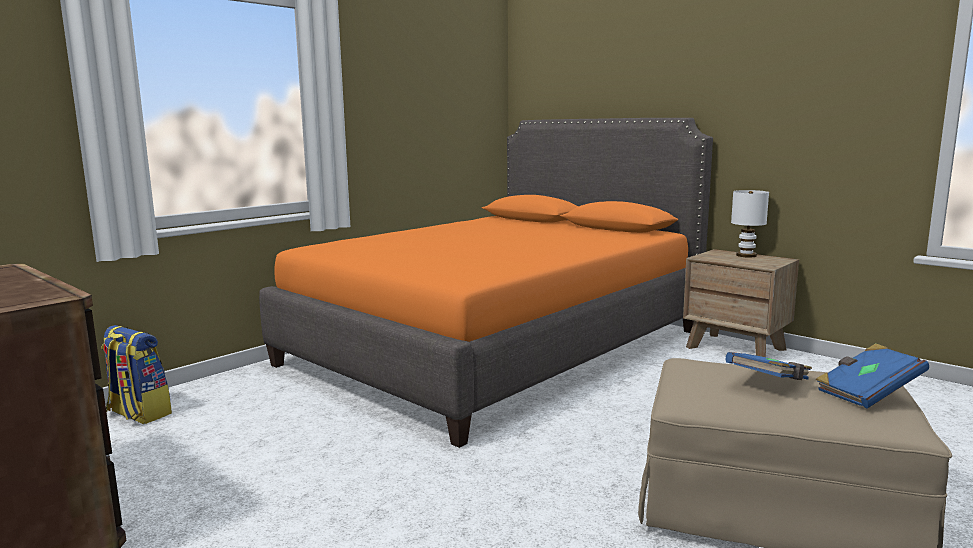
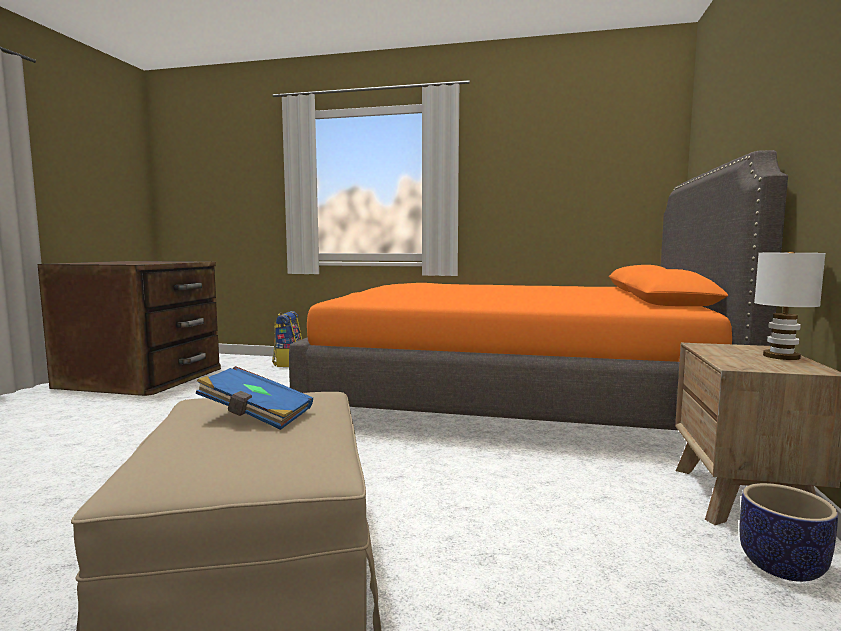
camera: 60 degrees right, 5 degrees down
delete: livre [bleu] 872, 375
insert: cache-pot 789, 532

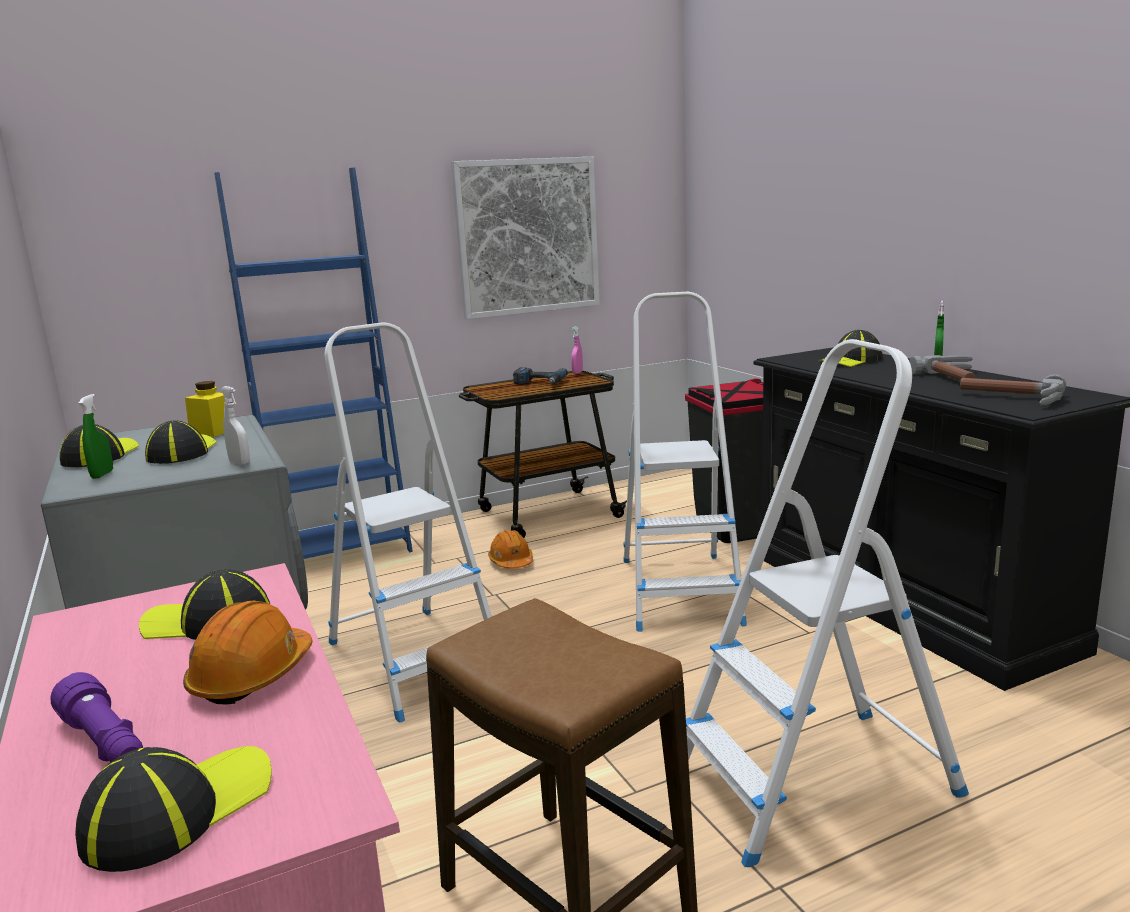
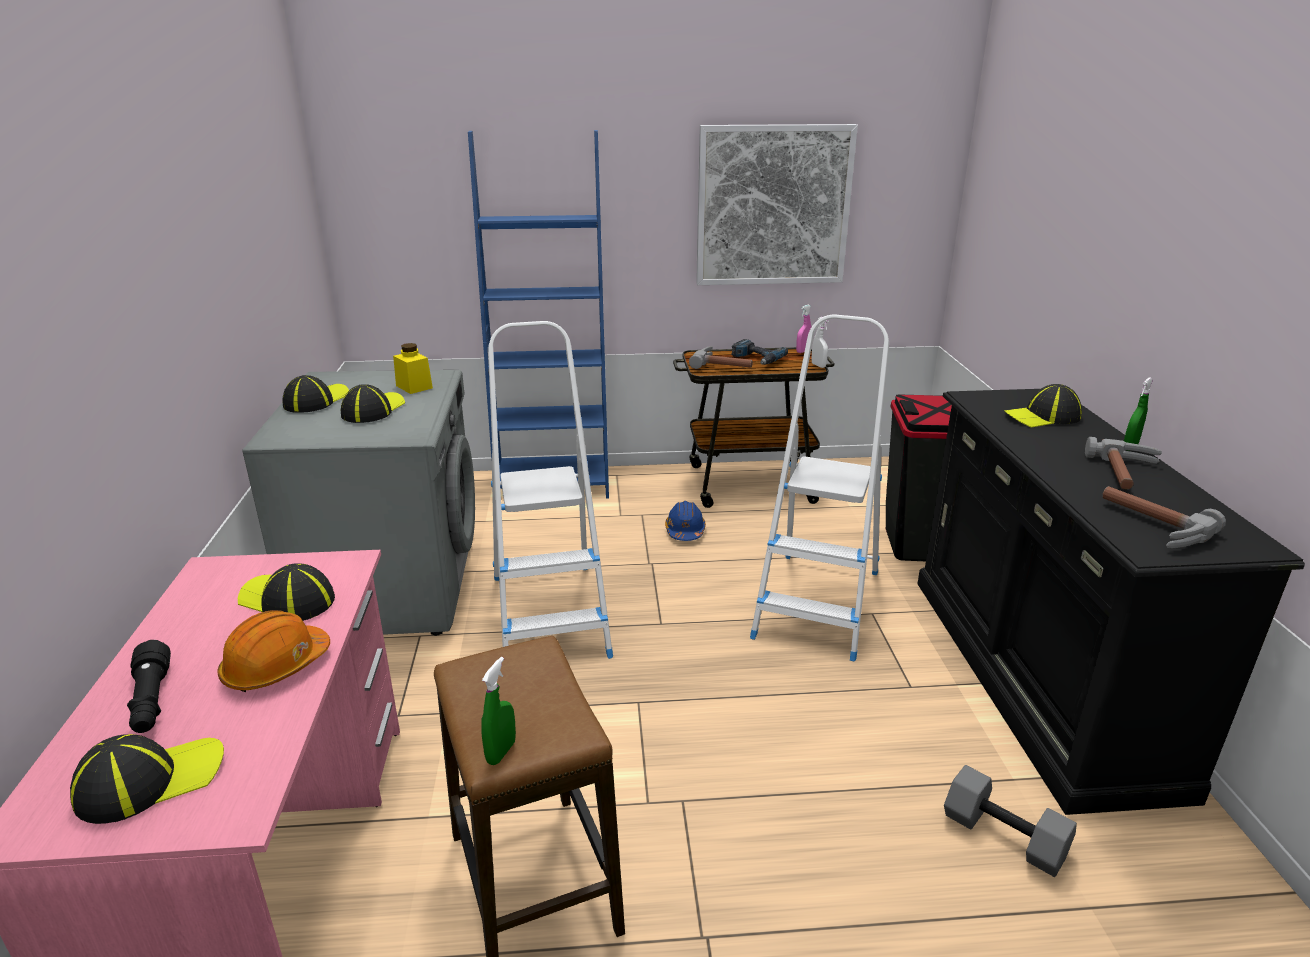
camera: 20 degrees right, 10 degrees up
delete: escabeau [blanc] 827, 603
insert: marteau 721, 357; haltère [gris] 1010, 821
move: vaporisateur [vert] 96, 436 to 498, 711; vaporisateur [blanc] 235, 425 to 820, 342
recolor: lampe de poche [violet] 97, 717 to lampe de poche [noir] 149, 686; casque de chantier [orange] 510, 549 to casque de chantier [bleu] 685, 521

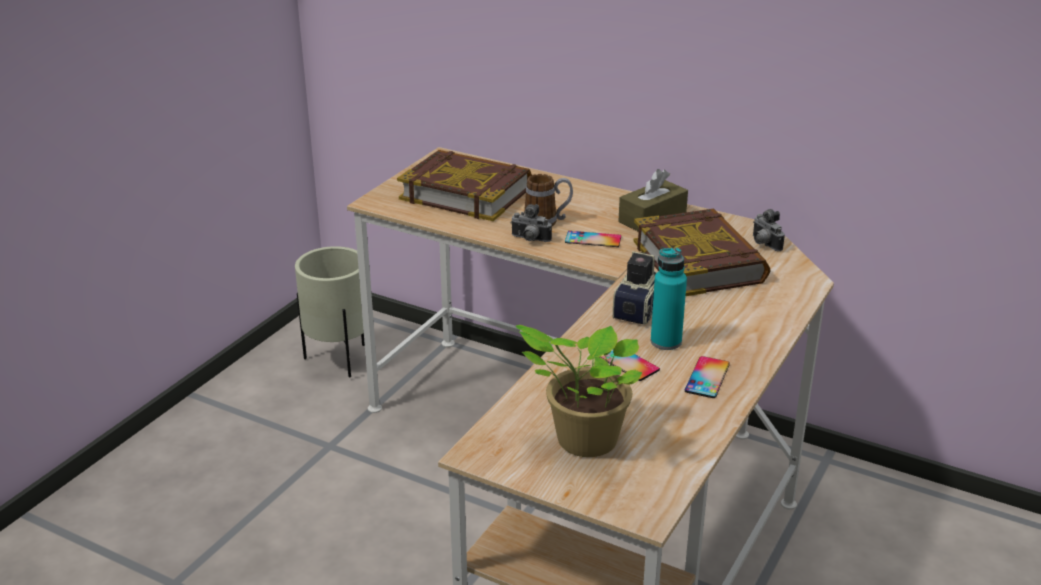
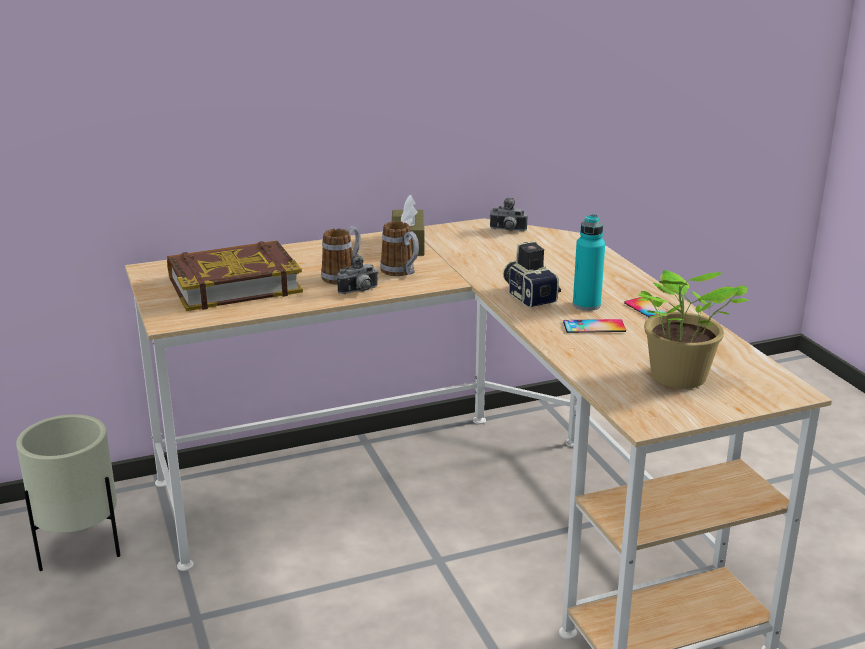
camera: 50 degrees left, 5 degrees down
delete: livre 701, 252
replace: téléphone 593, 239 to mug 399, 248

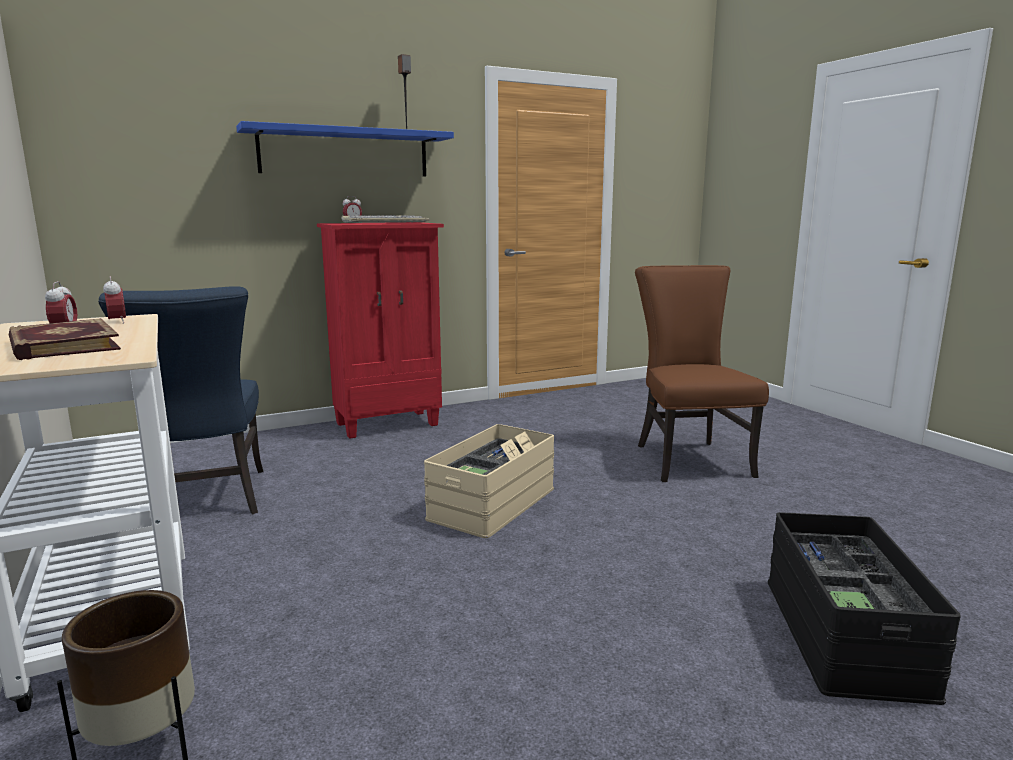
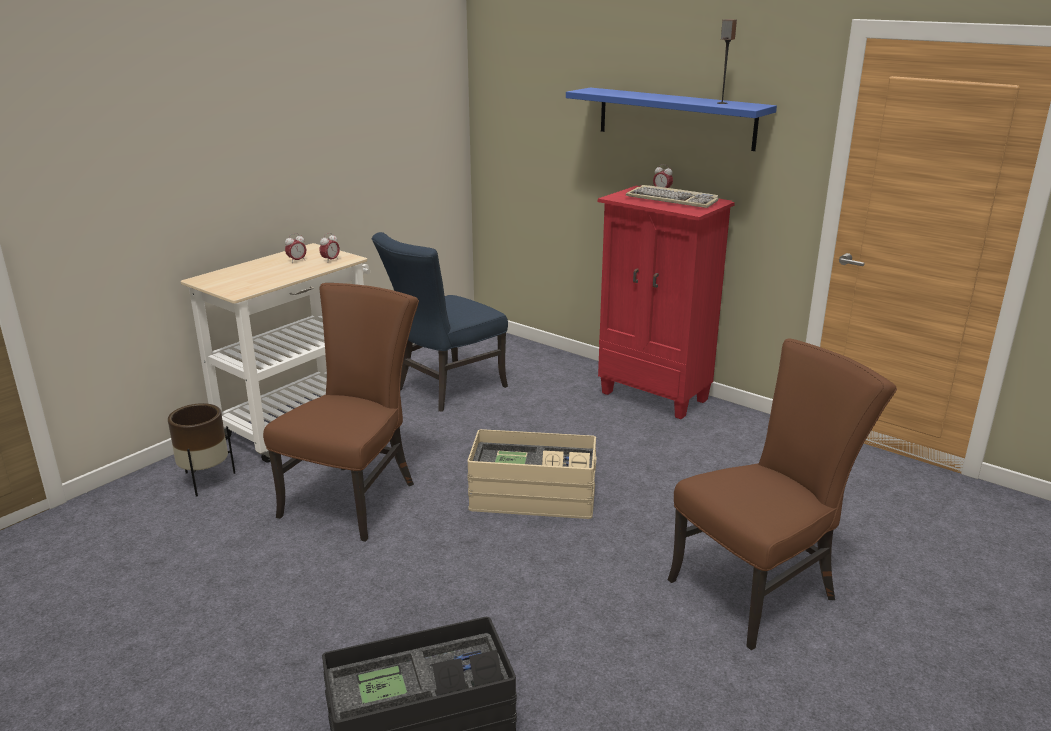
camera: 65 degrees right, 10 degrees up
delete: livre 65, 339
insert: chaise [marron] 341, 412

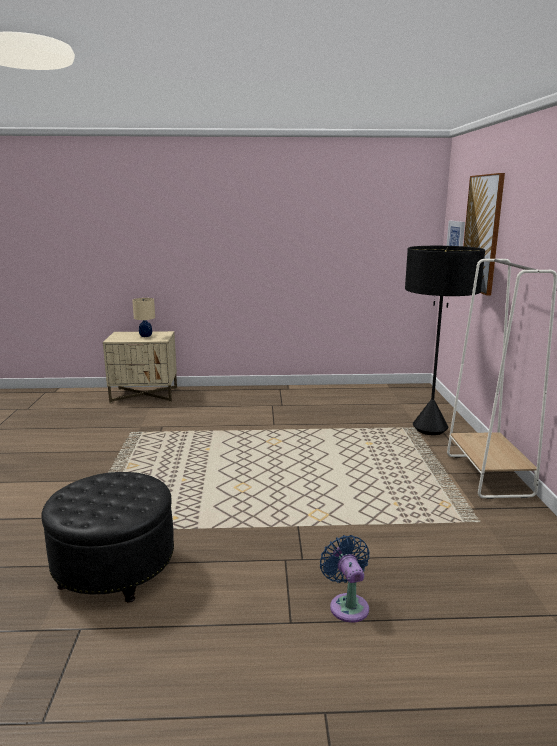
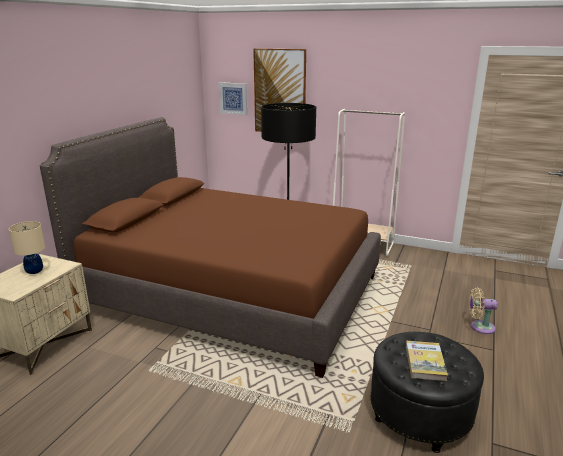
camera: 65 degrees left, 5 degrees up
insert: lit [marron] 210, 247; livre 427, 361
recolor: ventilateur [bleu] 345, 579 to ventilateur [beige] 483, 311

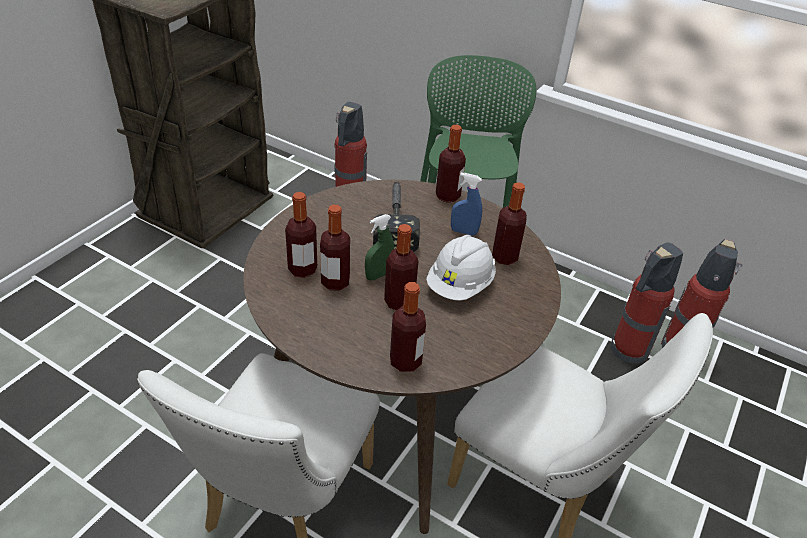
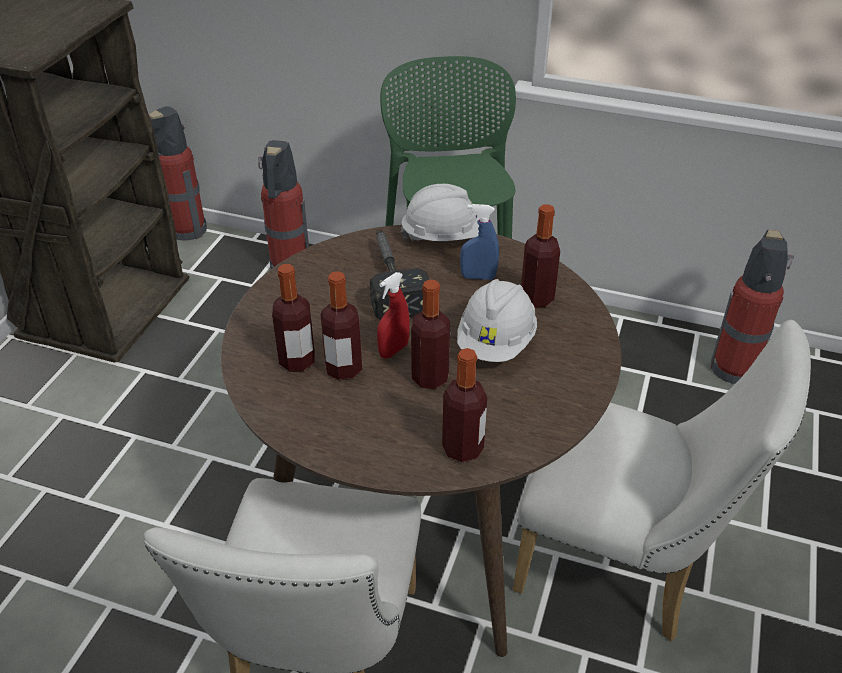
camera: 10 degrees left, 0 degrees up
move: extincteur 647, 303 to 178, 173
replace: bouteille 451, 163 to casque de chantier [blanc] 440, 212
recolor: vaporisateur [vert] 379, 247 to vaporisateur [rouge] 393, 315

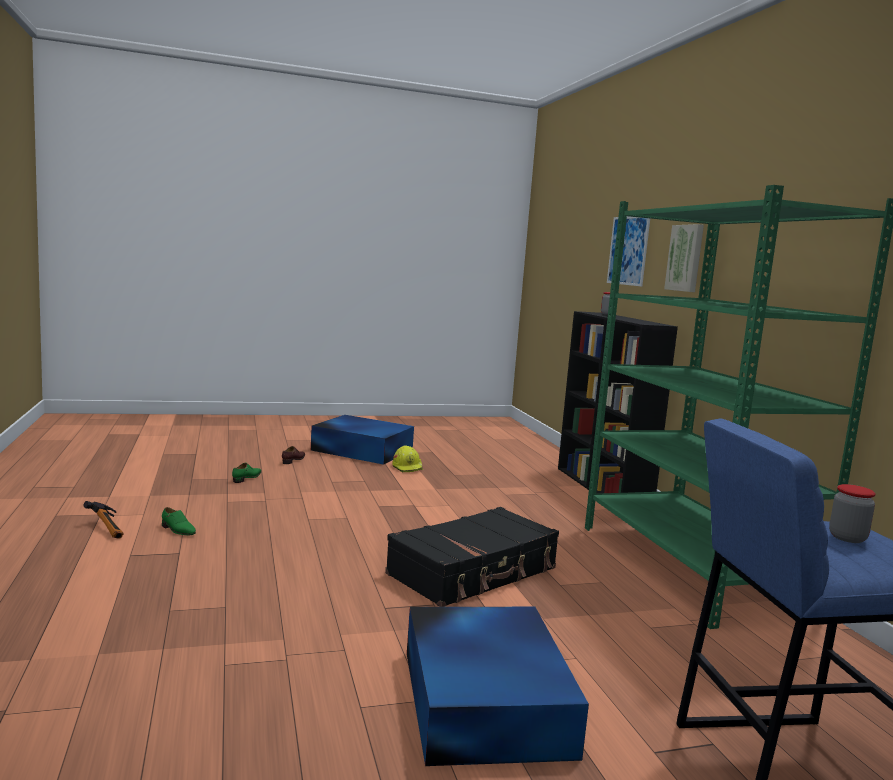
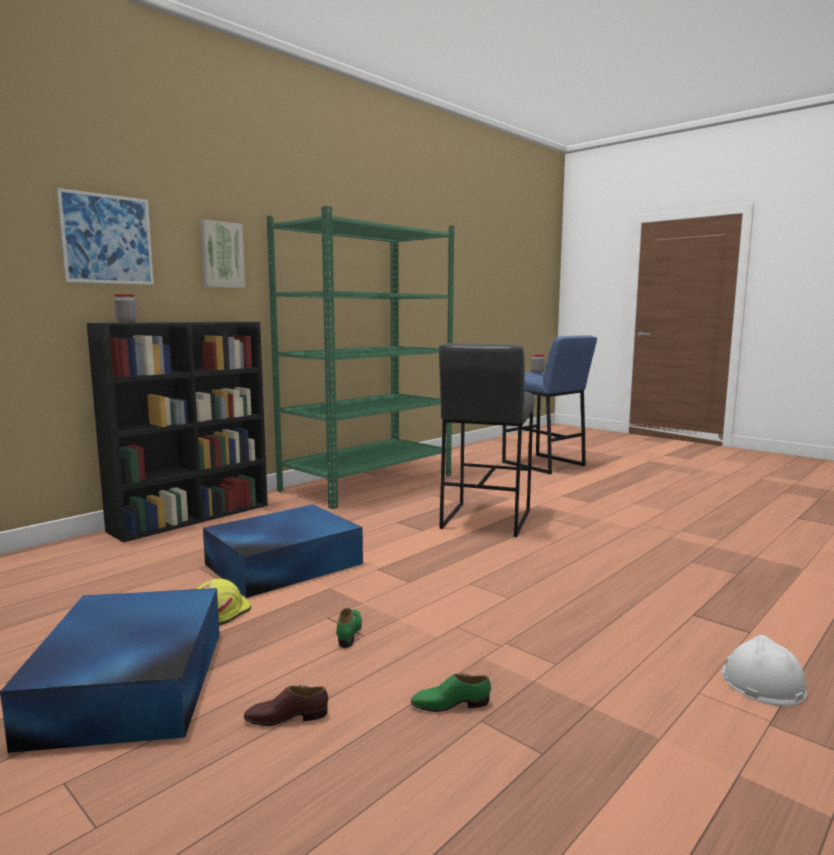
camera: 120 degrees left, 0 degrees up
move: chaussure [vert] 179, 521 to 349, 628; boîte de rangement [bleu] 498, 686 to 283, 551
replace: marteau 104, 520 to casque de chantier [blanc] 764, 670; valise [noir] 472, 557 to tabouret [gris] 487, 440

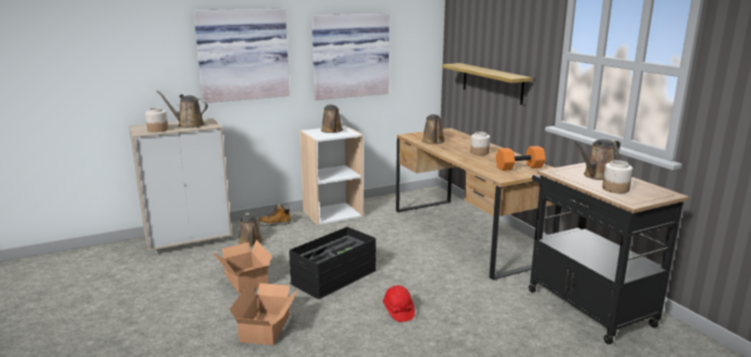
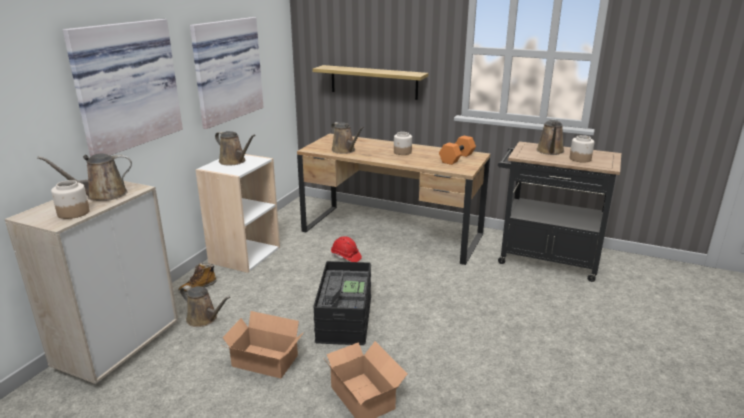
camera: 40 degrees left, 5 degrees up
move: casque de chantier [rouge] 399, 303 to 346, 249

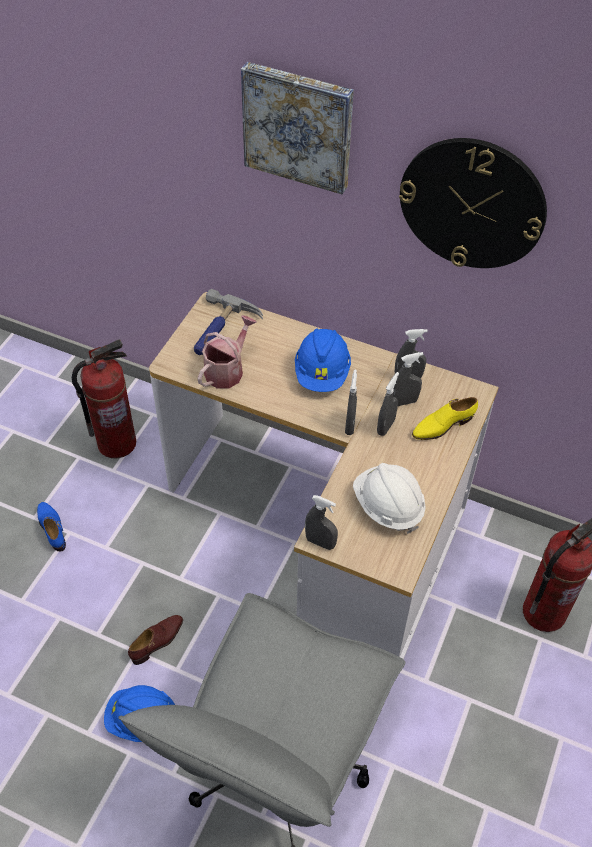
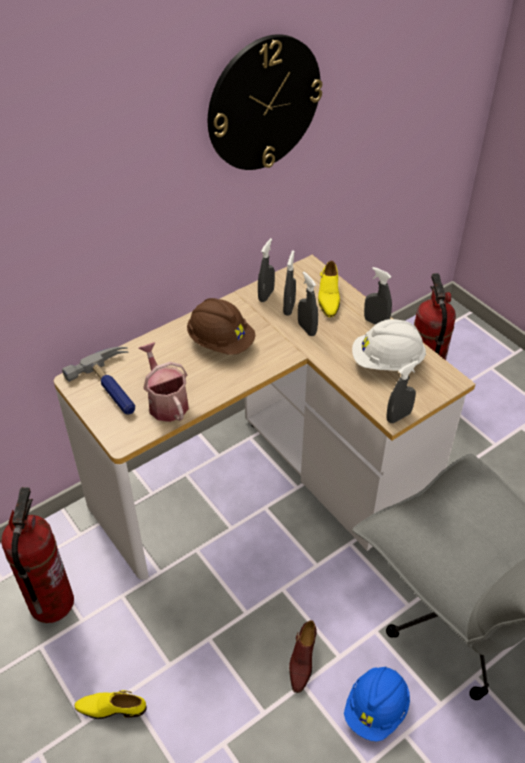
camera: 60 degrees left, 5 degrees down
delete: tableau 297, 128
move: vaporisateur [gris] 351, 402 to 378, 296
recolor: chaussure [bleu] 51, 526 to chaussure [jaune] 110, 704; casque de chantier [bleu] 323, 360 to casque de chantier [marron] 221, 326
rotate: chaussure [marron] 155, 640 = 303, 656 150 degrees counterclockwise

